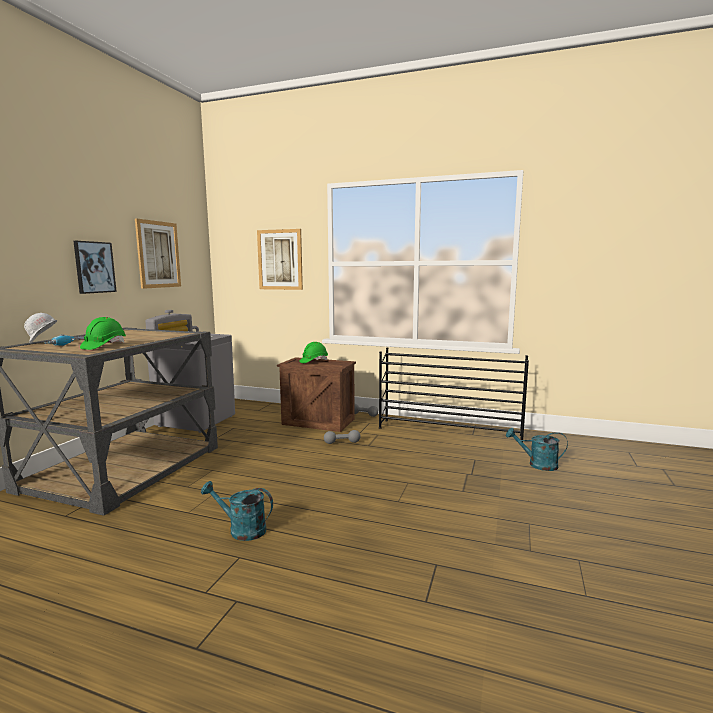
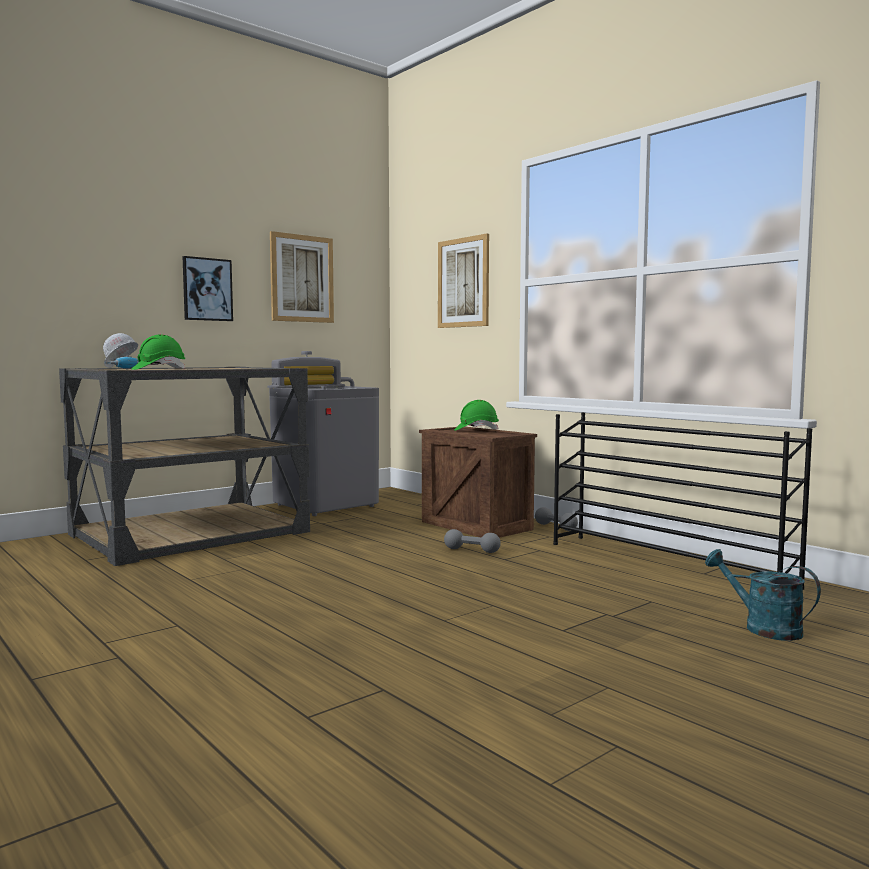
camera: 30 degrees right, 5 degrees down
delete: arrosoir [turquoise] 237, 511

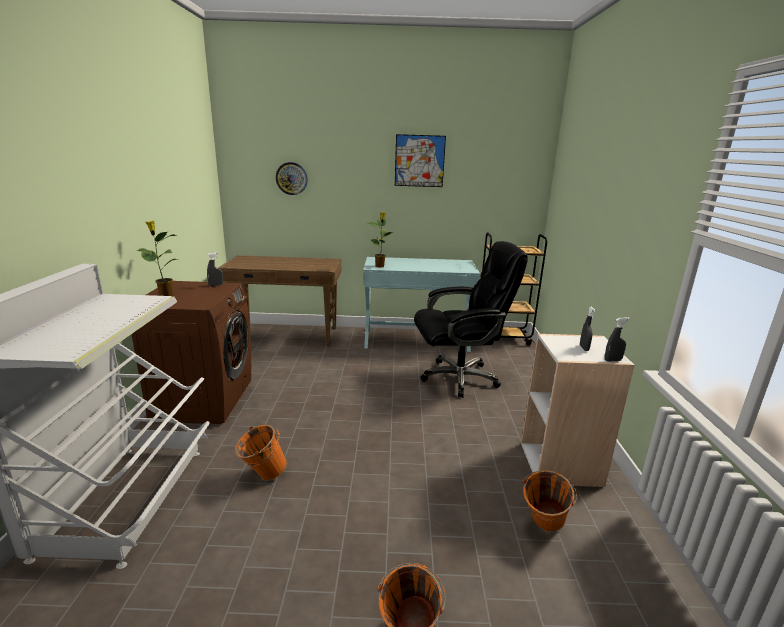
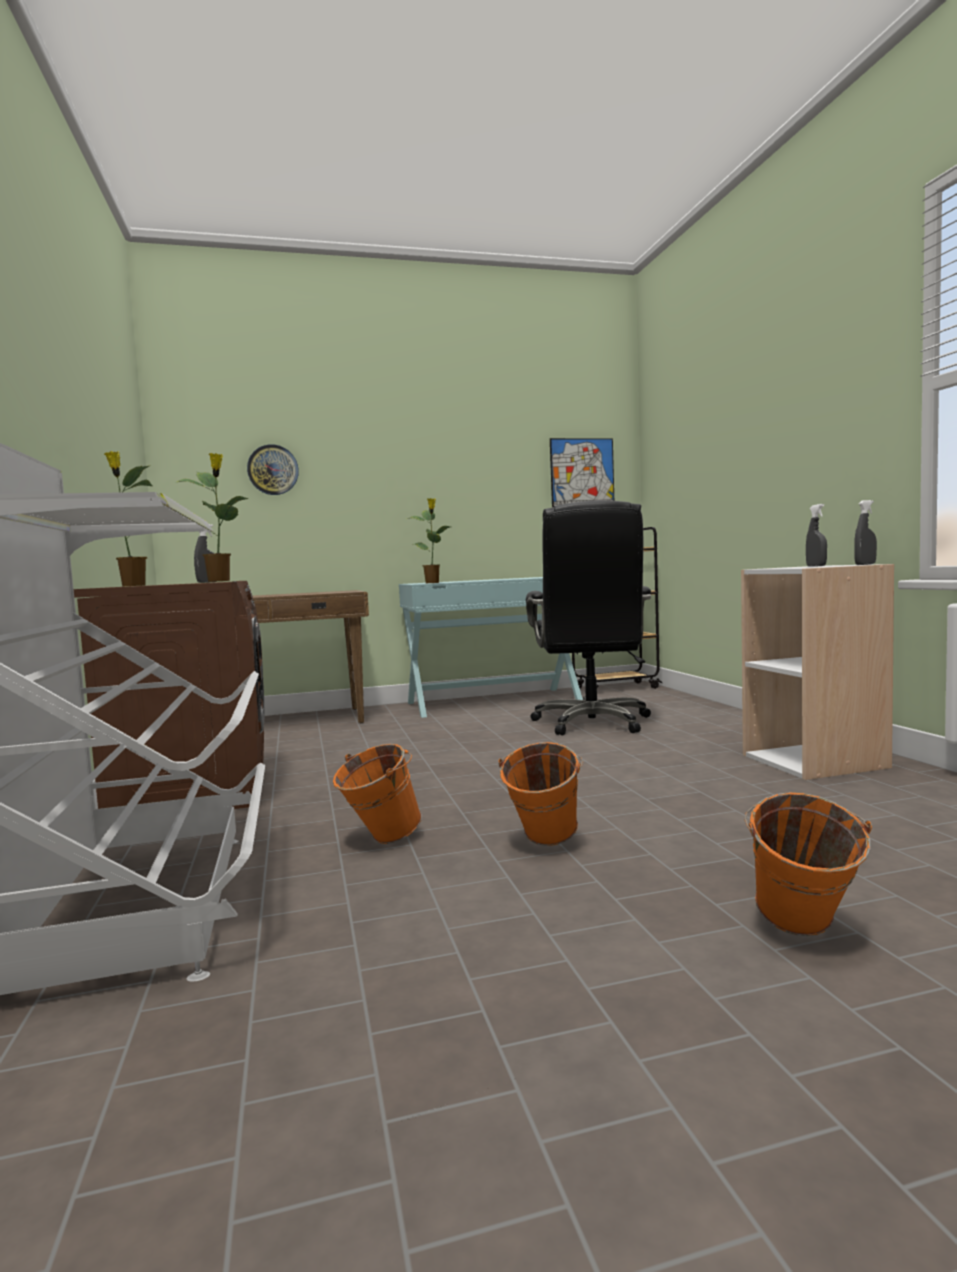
camera: 15 degrees left, 15 degrees down
insert: plante en pot 213, 517
move: tableau 420, 160 to 582, 472; seau [orange] 550, 501 to 540, 794
rotate: chaise de bureau [noir] 471, 319 = 588, 618 120 degrees clockwise

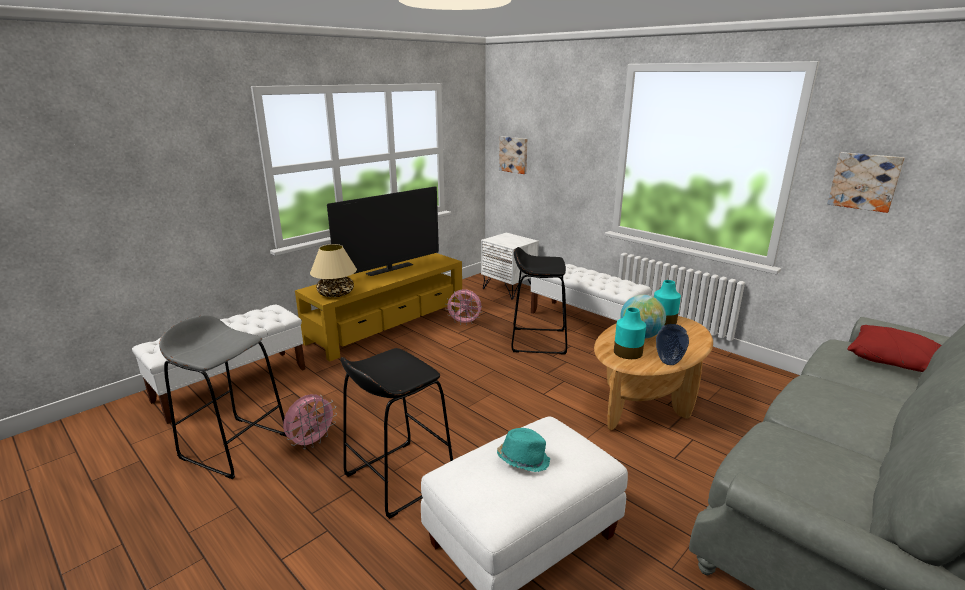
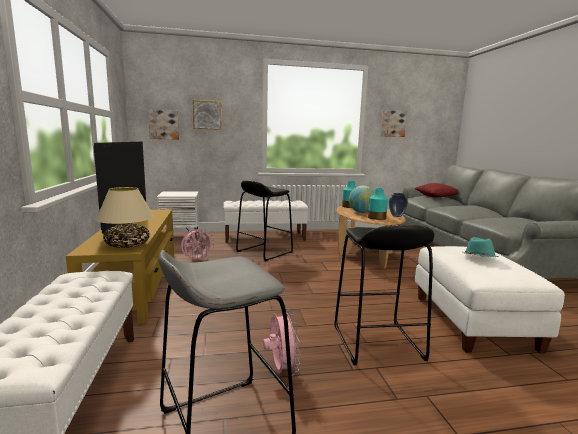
camera: 55 degrees left, 10 degrees down
insert: tableau 207, 115

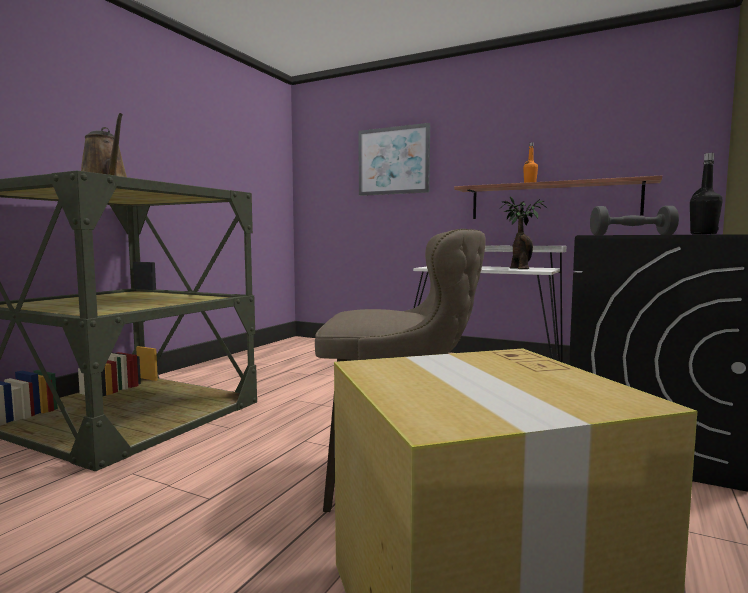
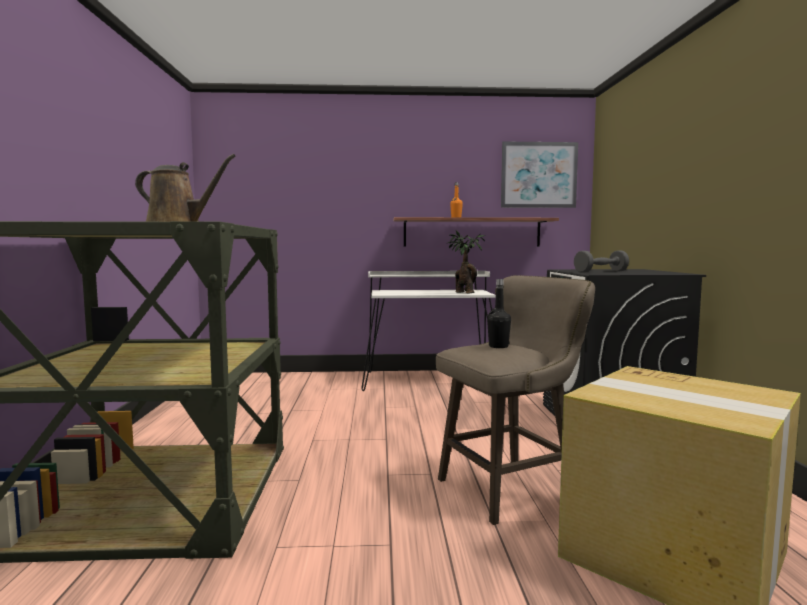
camera: 30 degrees left, 0 degrees up
move: tableau 394, 159 to 539, 175; bouteille [noir] 706, 193 to 499, 313

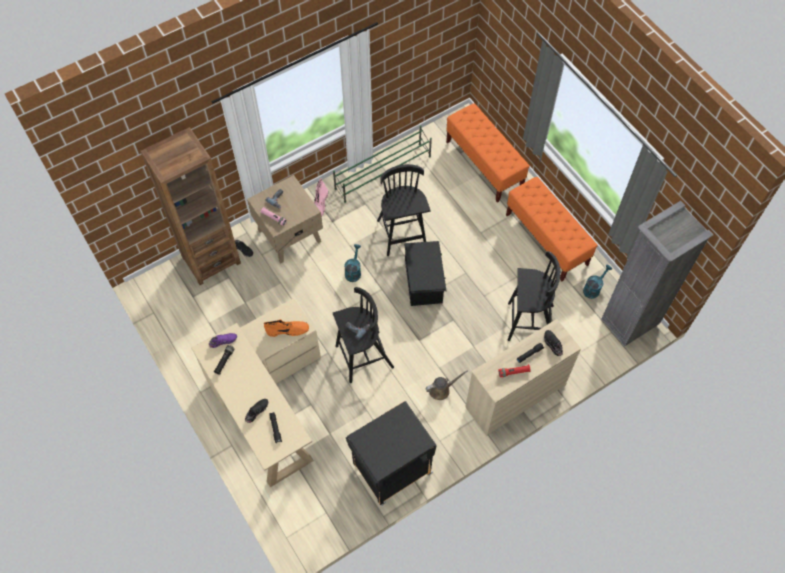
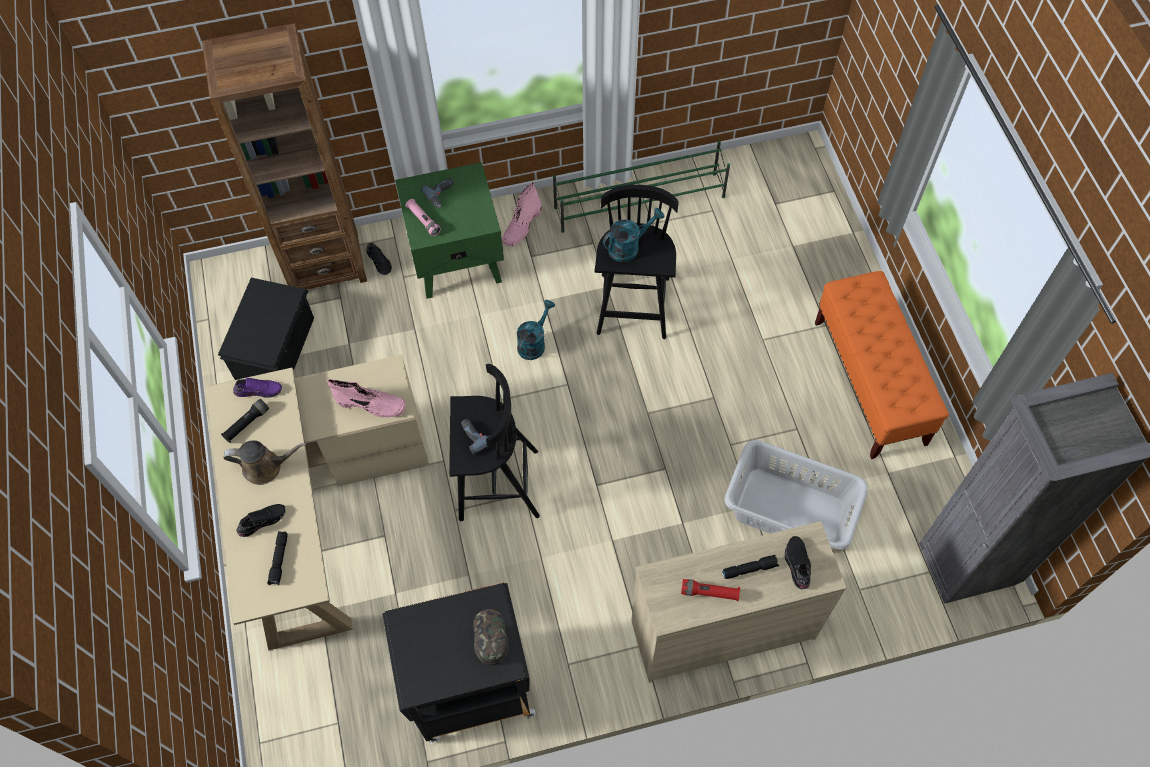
camera: 20 degrees right, 0 degrees up
delete: banc [orange] 488, 153
insert: casquette [vert] 491, 637
move: boîte de rangement [noir] 425, 273 to 266, 329; arrosoir [marron] 446, 385 to 265, 462; arrosoir [turquoise] 597, 282 to 634, 235
replace: tabouret [noir] 534, 296 to panier à linge [gris] 796, 495
recolor: table de chevet [beige] 285, 219 to table de chevet [vert] 449, 230; botte [orange] 286, 328 to botte [rose] 366, 398

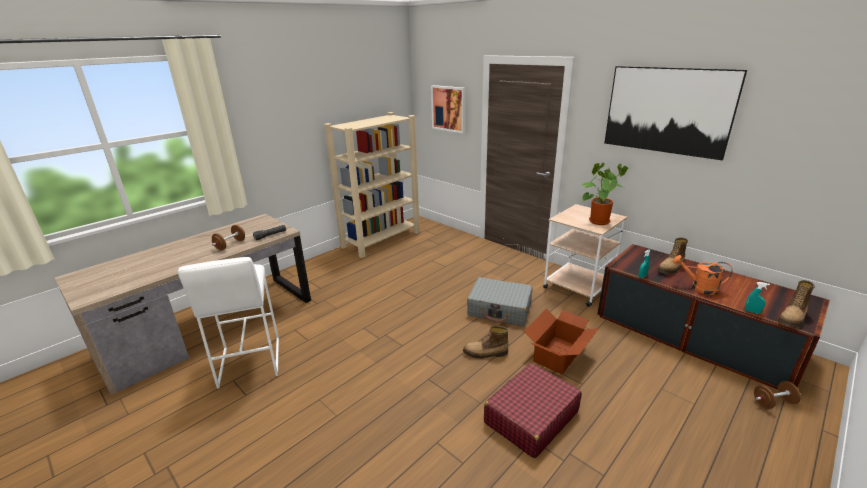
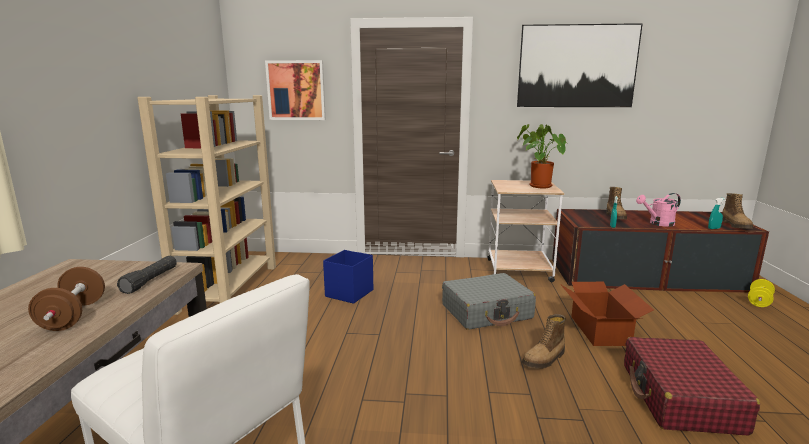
camera: 40 degrees left, 10 degrees down
insert: boîte de rangement [bleu] 348, 277
recolor: arrosoir [orange] 703, 275 to arrosoir [rose] 658, 210; haltère [marron] 777, 395 to haltère [jaune] 761, 293

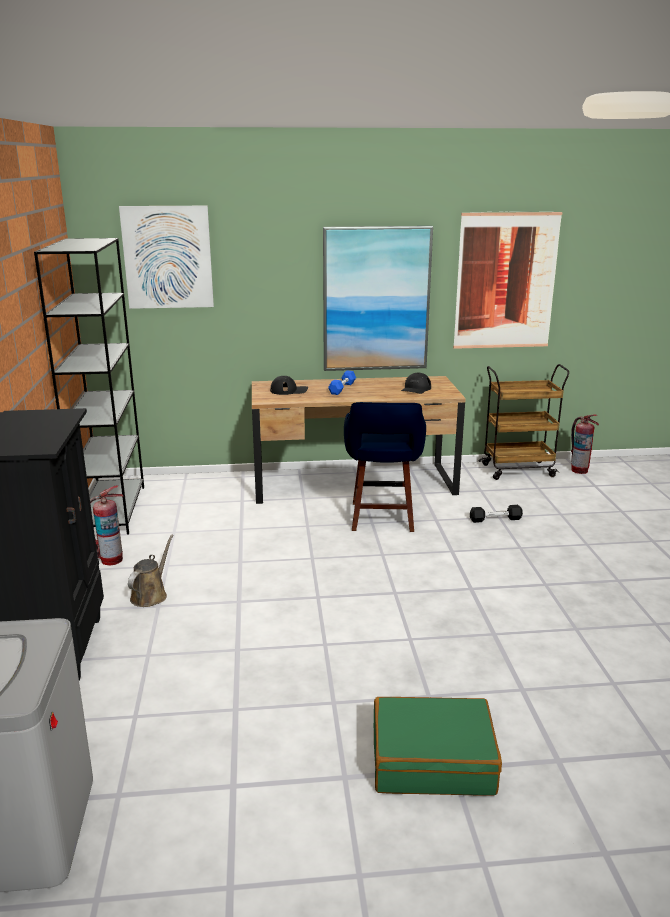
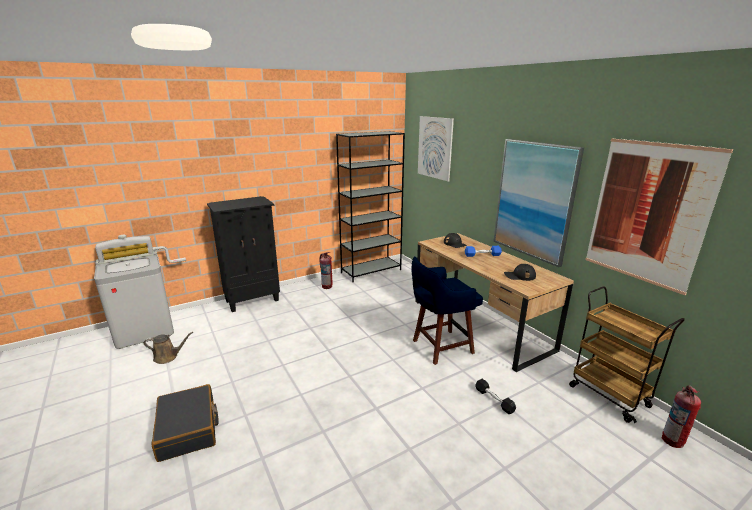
camera: 65 degrees right, 0 degrees up
move: arrosoir [marron] 151, 571 to 168, 348
recolor: valise [vert] 438, 746 to valise [noir] 185, 423

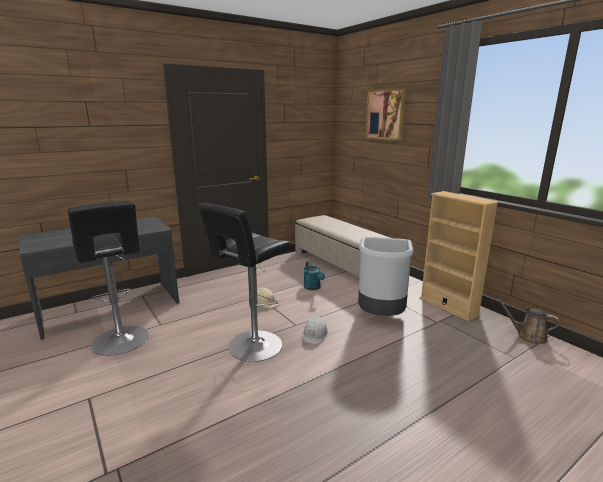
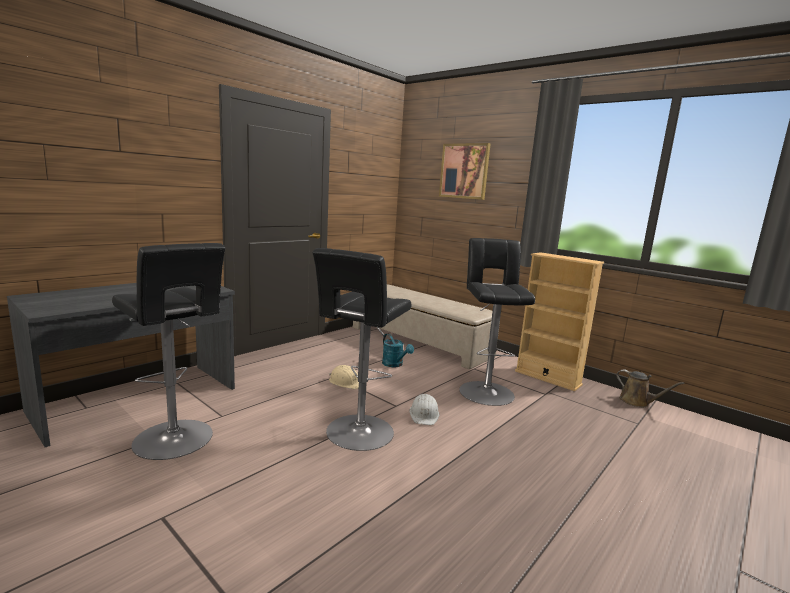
camera: 15 degrees left, 5 degrees down
replace: poubelle [gris] 386, 276 to tabouret [noir] 497, 322
rotate: arrosoir [marron] 528, 321 = 650, 388 150 degrees counterclockwise

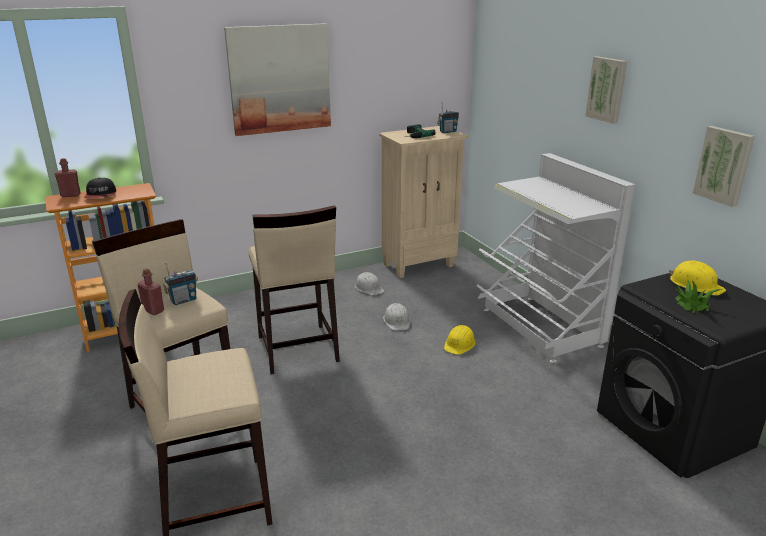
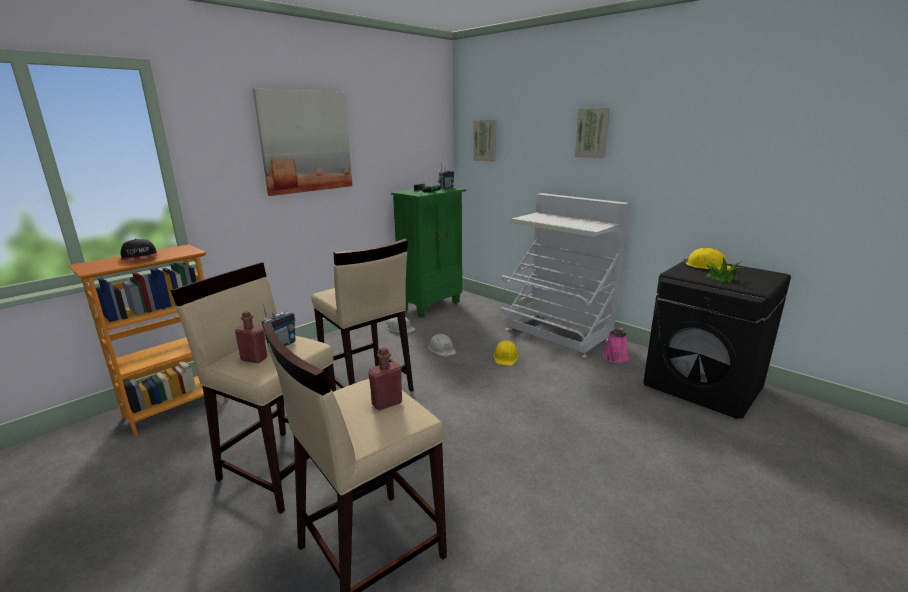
camera: 20 degrees left, 5 degrees down
insert: arrosoir [rose] 616, 345
move: bouteille [rouge] 68, 177 to 385, 378; tableau 724, 166 to 485, 141
recolor: meuble de rangement [beige] 424, 202 to meuble de rangement [vert] 428, 252

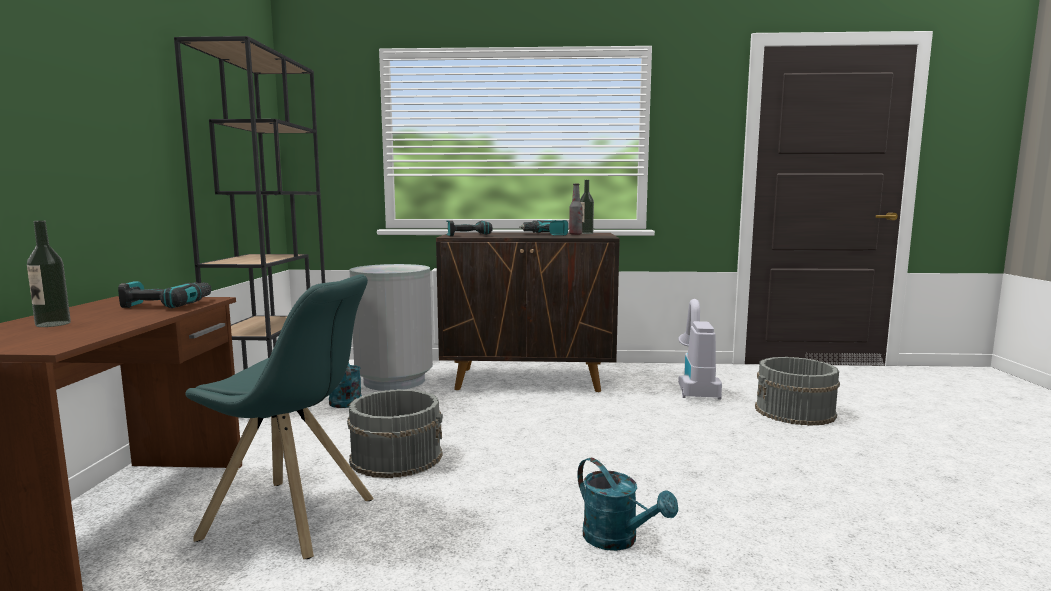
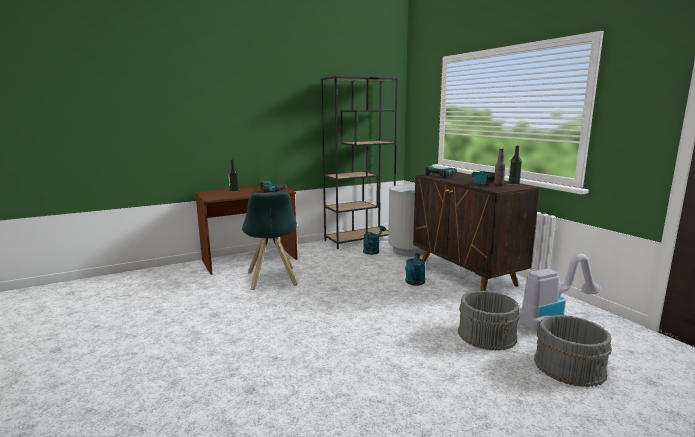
camera: 60 degrees right, 5 degrees up
move: seau [gris] 395, 433 to 489, 321; arrosoir [turquoise] 627, 504 to 415, 269

